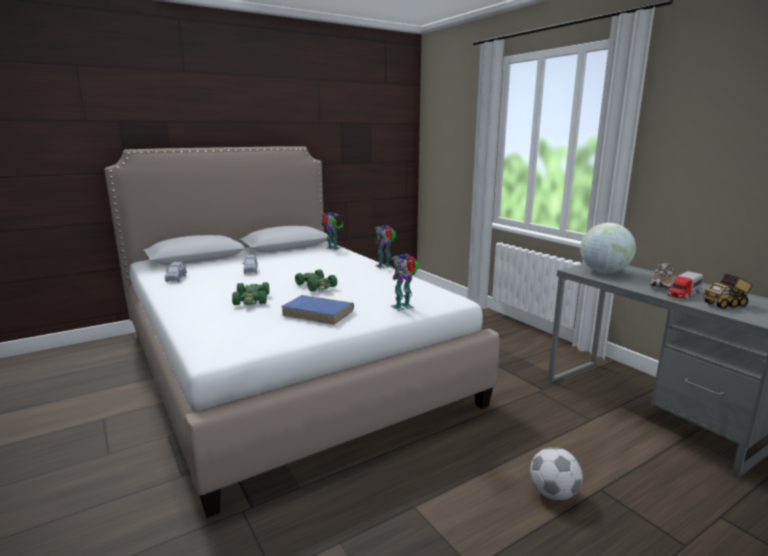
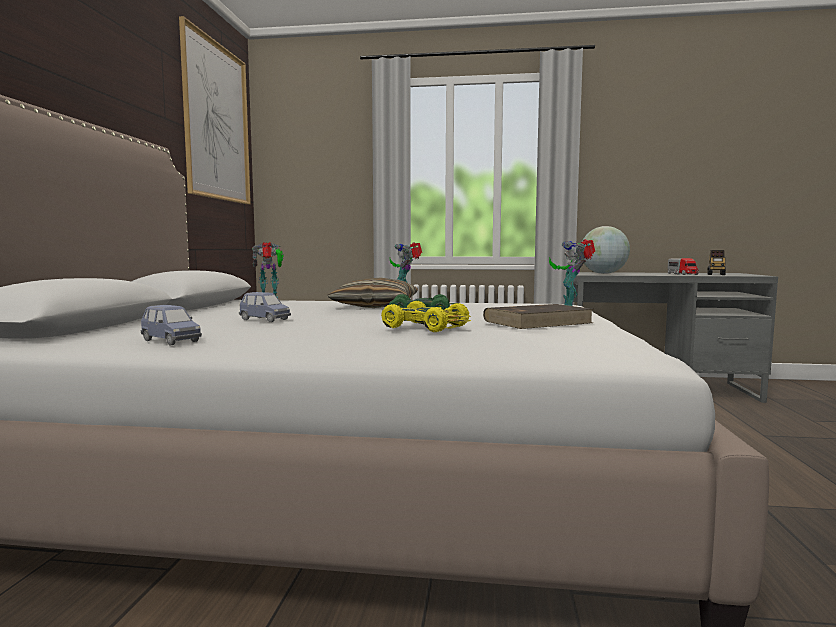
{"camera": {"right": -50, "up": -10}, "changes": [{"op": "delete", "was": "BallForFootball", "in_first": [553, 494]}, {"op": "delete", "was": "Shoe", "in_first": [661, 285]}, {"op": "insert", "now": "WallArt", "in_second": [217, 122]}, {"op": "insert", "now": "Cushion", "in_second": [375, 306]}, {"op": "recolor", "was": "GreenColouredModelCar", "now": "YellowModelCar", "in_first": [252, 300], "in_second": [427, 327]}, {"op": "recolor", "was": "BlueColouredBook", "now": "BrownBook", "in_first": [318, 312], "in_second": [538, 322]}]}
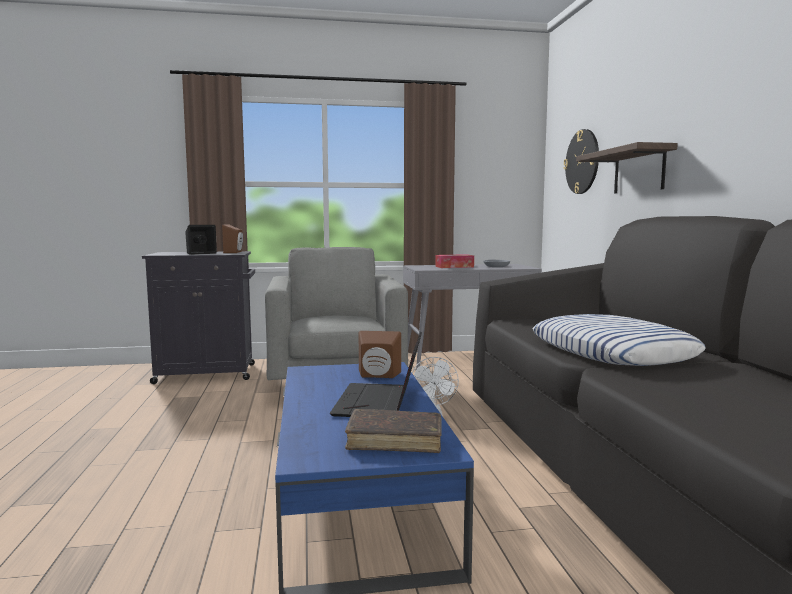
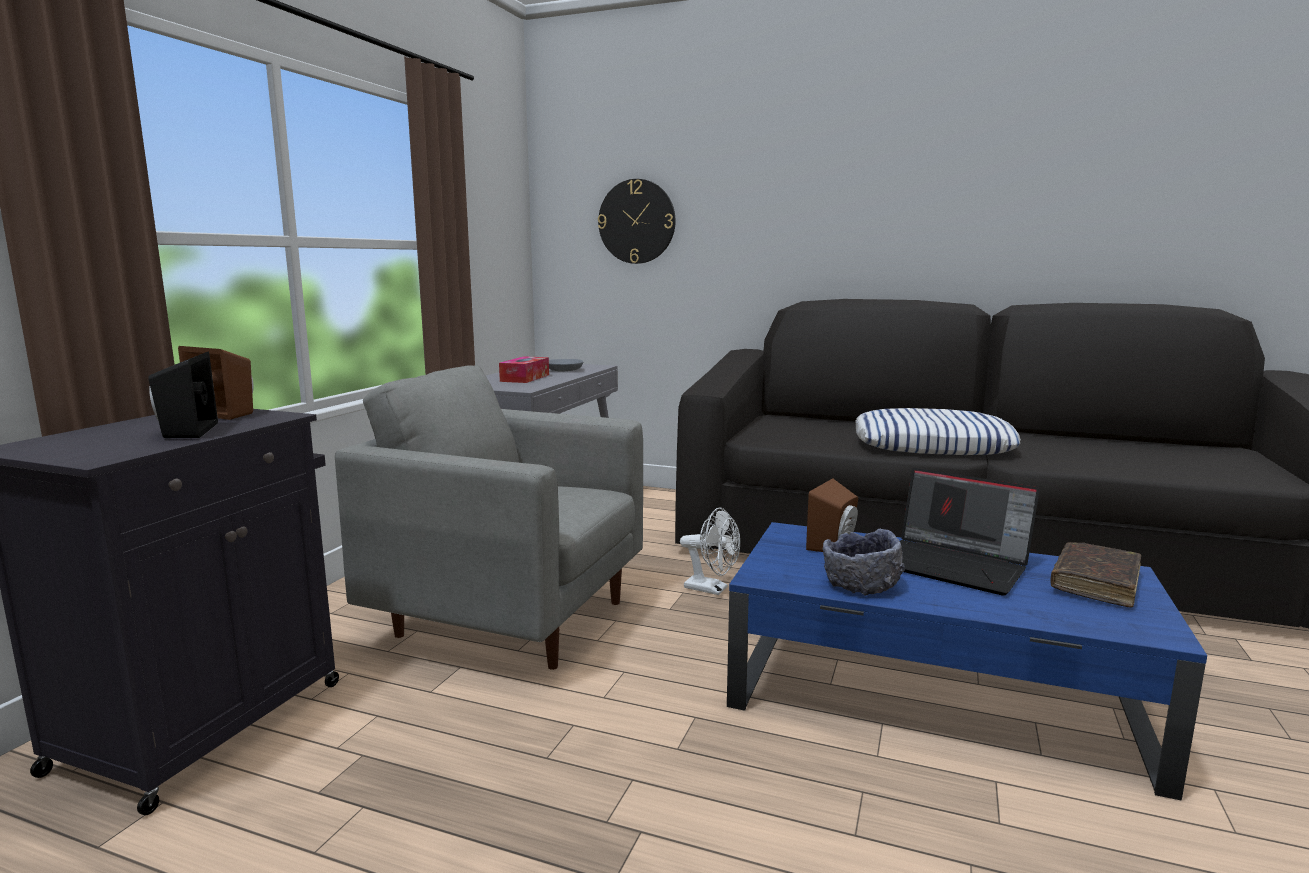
{"camera": {"right": -60, "up": 5}, "changes": [{"op": "delete", "was": "WallShelf", "in_first": [639, 171]}, {"op": "insert", "now": "GreyishDeepDish", "in_second": [861, 585]}]}
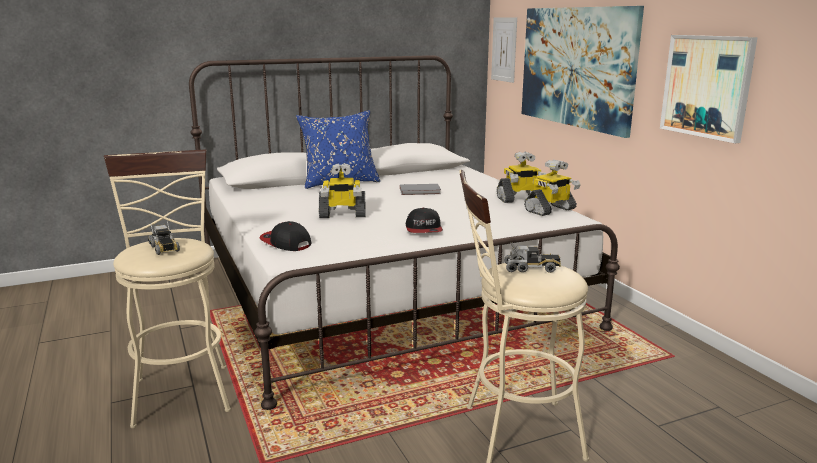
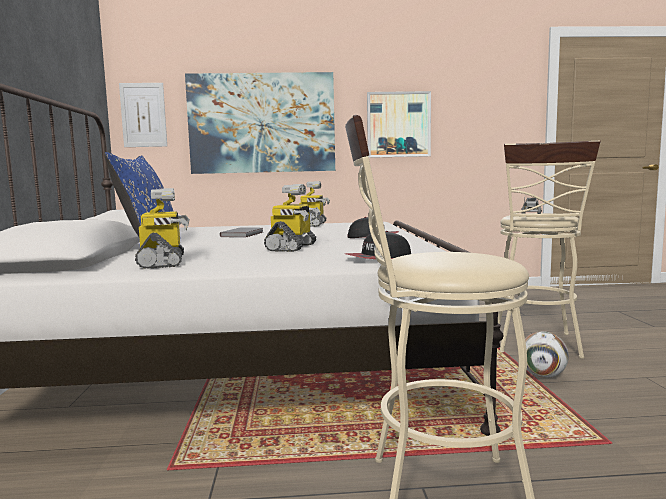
{"camera": {"right": -70, "up": -10}, "changes": [{"op": "delete", "was": "ToyLorry", "in_first": [164, 248]}, {"op": "insert", "now": "BallForFootball", "in_second": [543, 376]}, {"op": "move", "was": "RobotFigure", "in_first": [550, 210], "in_second": [163, 262]}]}
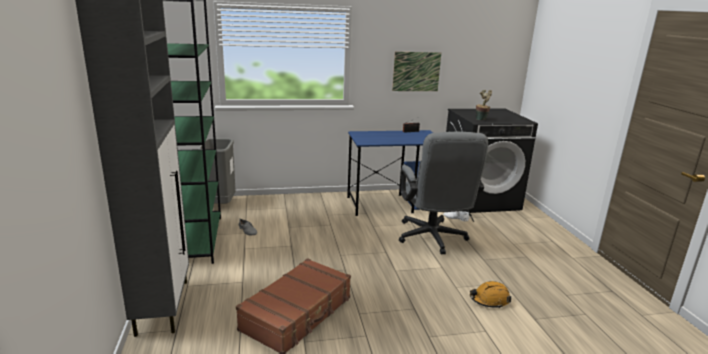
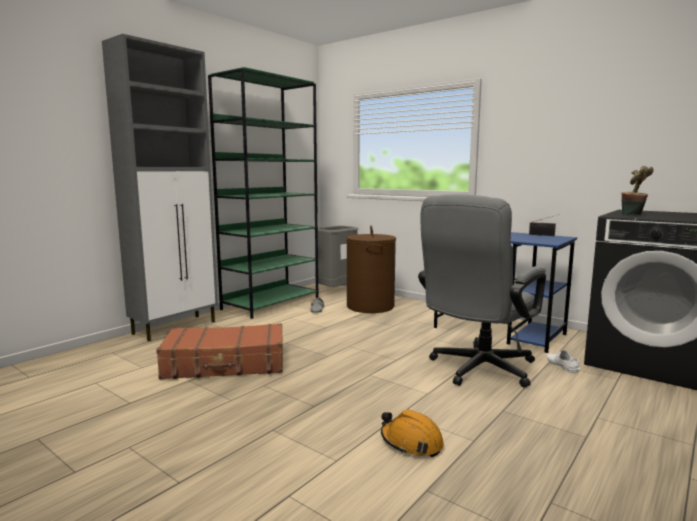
{"camera": {"right": 50, "up": -10}, "changes": [{"op": "delete", "was": "WallArt", "in_first": [416, 71]}, {"op": "insert", "now": "BrownWashingBasket", "in_second": [370, 306]}]}
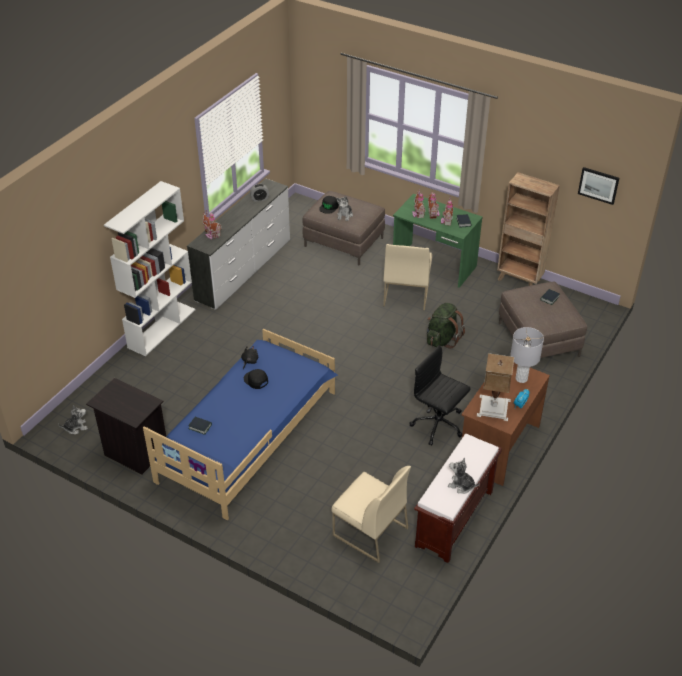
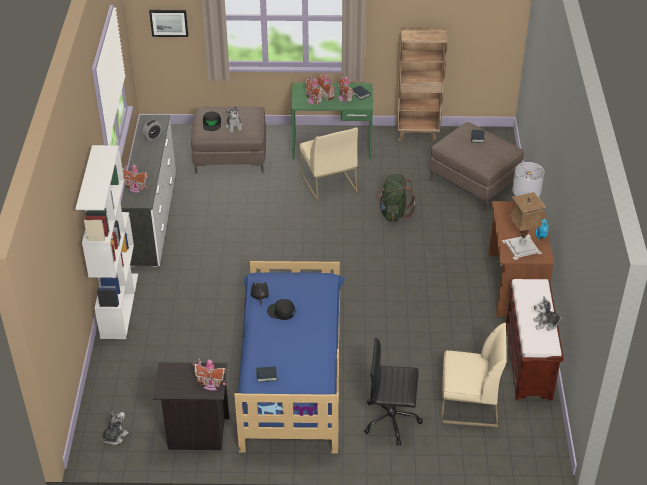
{"camera": {"right": -30, "up": 0}, "changes": [{"op": "insert", "now": "ToyHouse", "in_second": [210, 384]}, {"op": "move", "was": "BlackOfficeChair", "in_first": [438, 425], "in_second": [392, 420]}, {"op": "move", "was": "WallArt", "in_first": [598, 185], "in_second": [169, 22]}]}
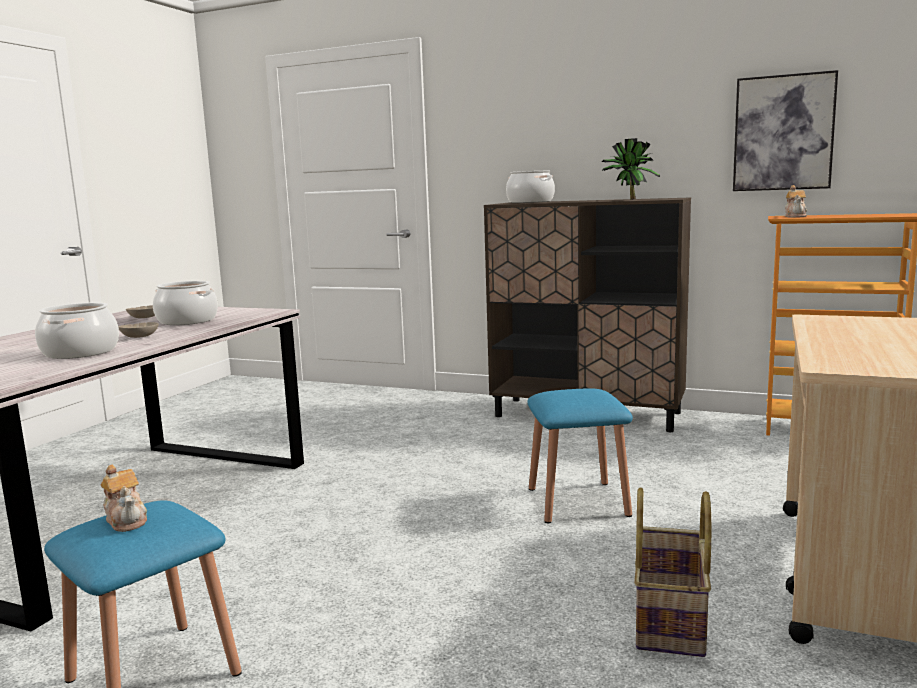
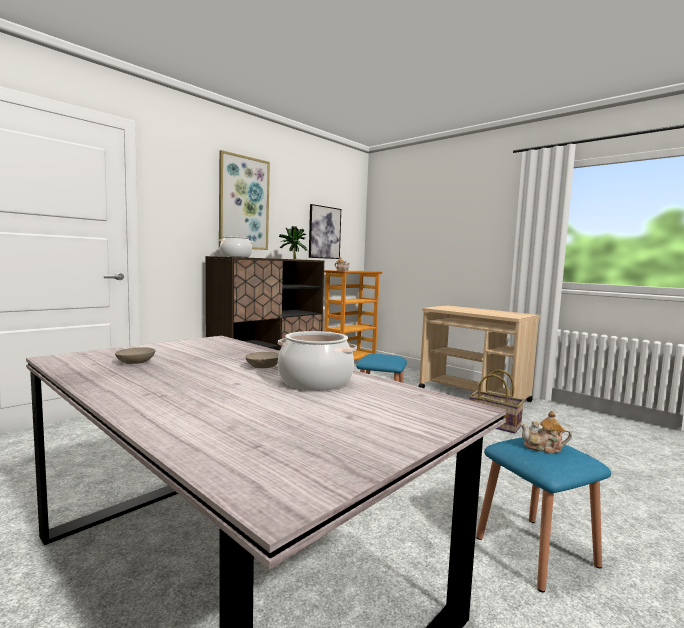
{"camera": {"right": -70, "up": -5}, "changes": [{"op": "delete", "was": "CookingPot", "in_first": [187, 321]}, {"op": "insert", "now": "WallArt", "in_second": [243, 203]}, {"op": "rotate", "was": "Teapot", "in_first": [127, 520], "in_second": [543, 448], "clockwise": -150}]}
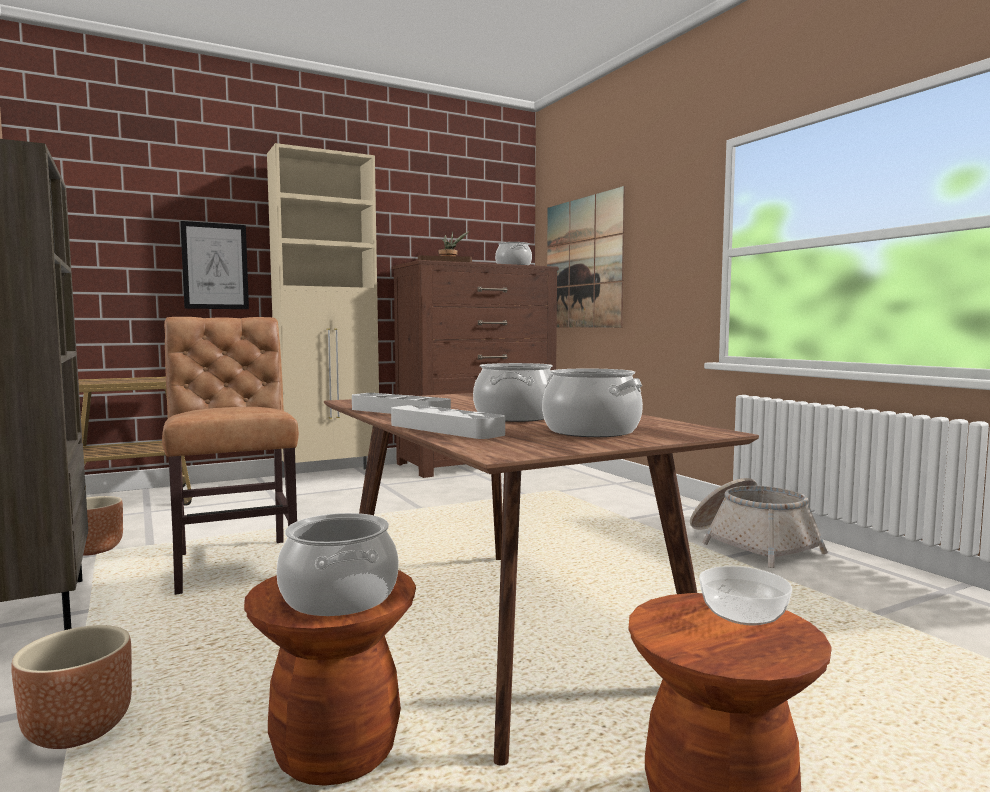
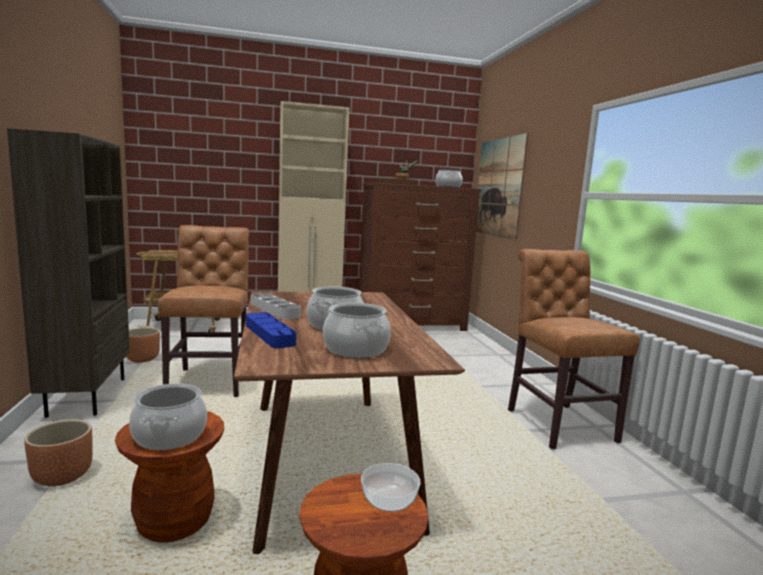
{"camera": {"right": 15, "up": 5}, "changes": [{"op": "delete", "was": "WallArt", "in_first": [215, 266]}, {"op": "replace", "was": "Basket", "now": "BrownChair", "in_first": [750, 544], "in_second": [557, 423]}, {"op": "recolor", "was": "GreyishServingTray", "now": "BlueColouredServingTray", "in_first": [445, 429], "in_second": [269, 334]}]}
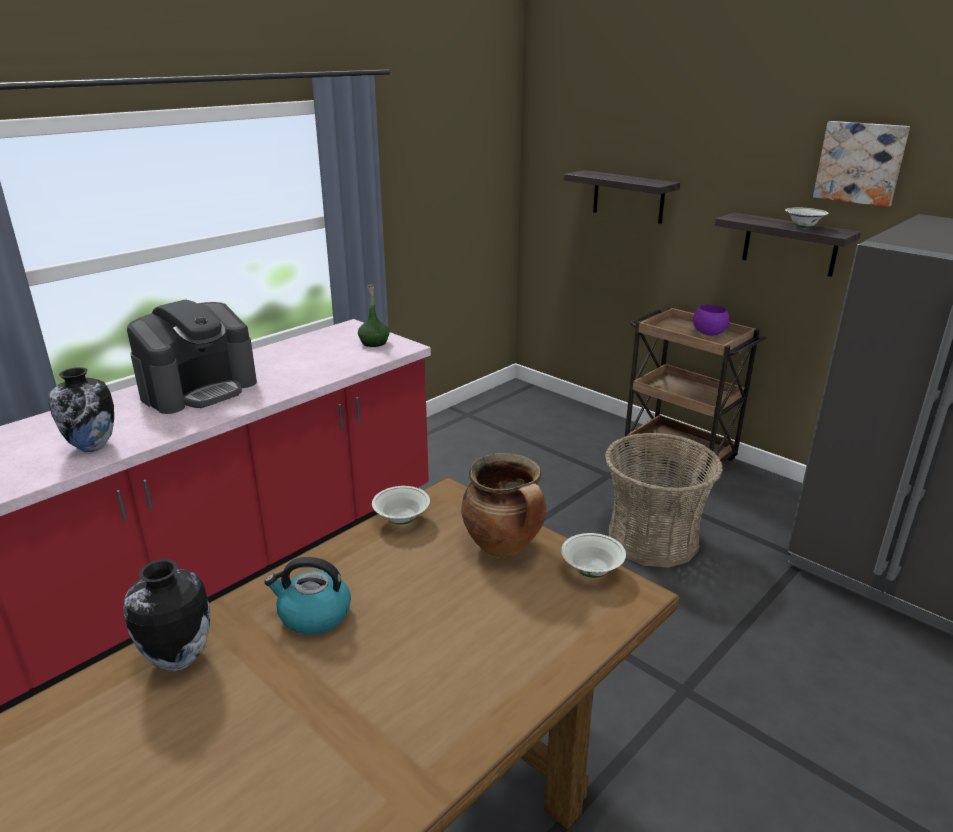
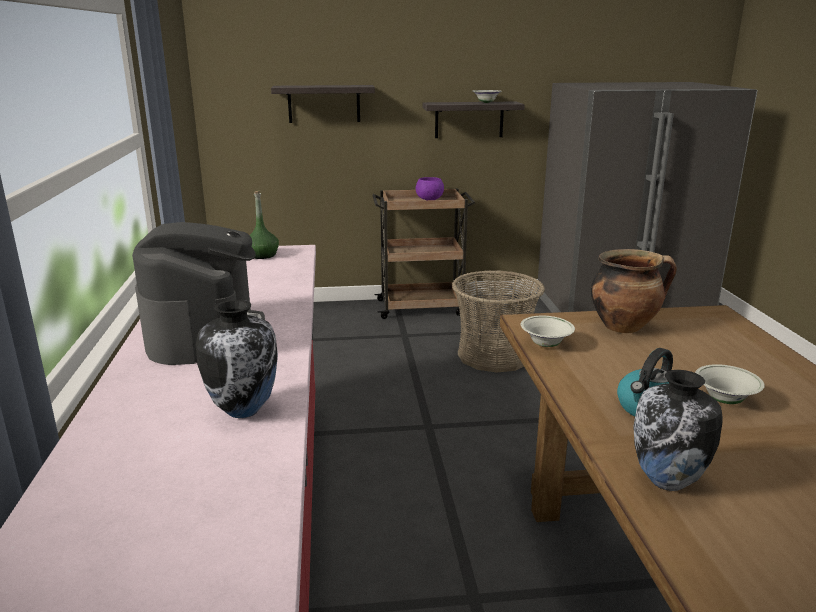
{"camera": {"right": -50, "up": -5}, "changes": [{"op": "delete", "was": "WallArt", "in_first": [860, 163]}, {"op": "move", "was": "WhitishDeepDish", "in_first": [592, 571], "in_second": [725, 400]}]}
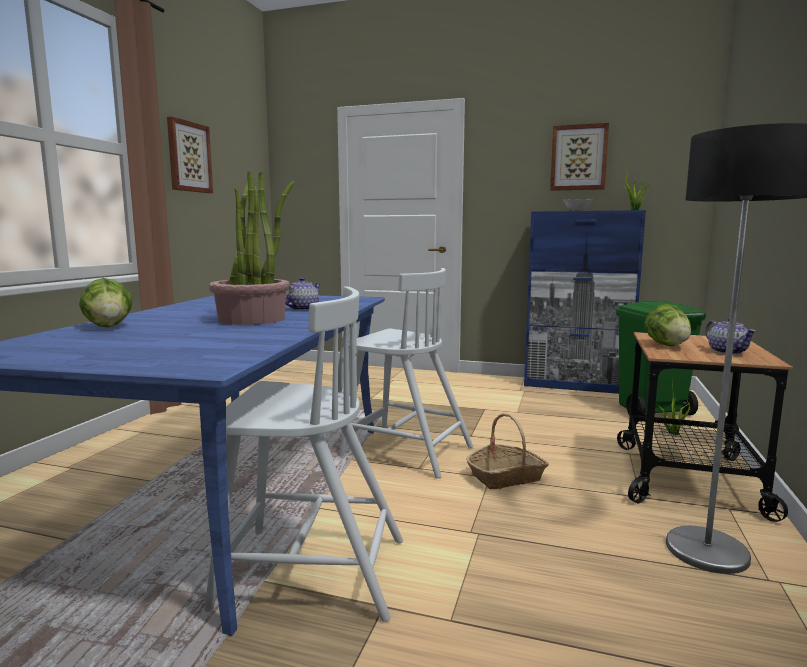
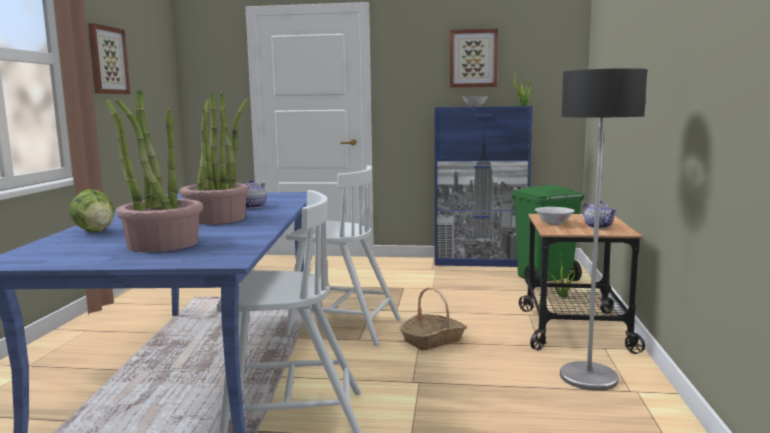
{"camera": {"right": -10, "up": 0}, "changes": [{"op": "insert", "now": "PottedPlant", "in_second": [162, 244]}, {"op": "replace", "was": "LettuceHead", "now": "WhitishDeepDish", "in_first": [667, 345], "in_second": [554, 223]}]}
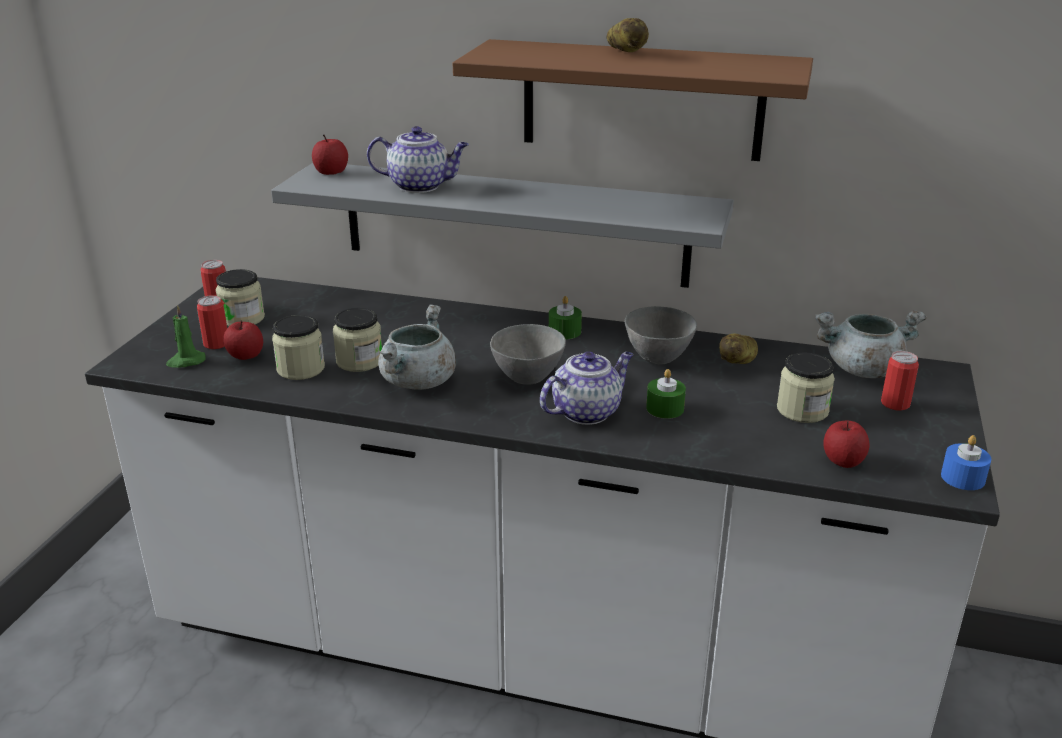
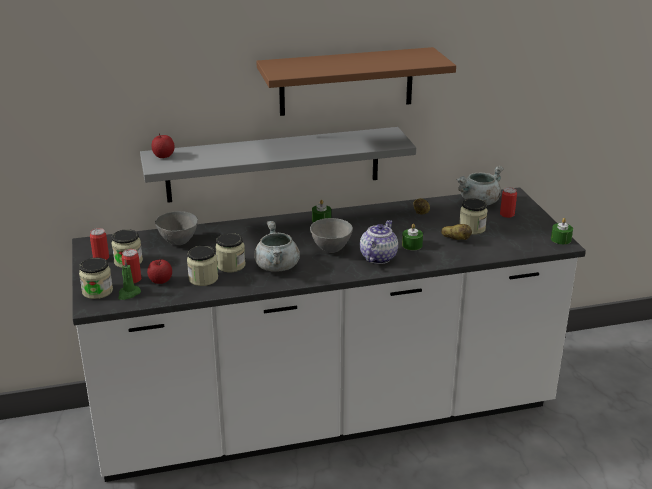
{"camera": {"right": -30, "up": 0}, "changes": [{"op": "delete", "was": "Teapot", "in_first": [421, 186]}, {"op": "delete", "was": "AppleFruit", "in_first": [843, 461]}, {"op": "insert", "now": "Jar", "in_second": [97, 291]}, {"op": "move", "was": "Spud", "in_first": [626, 53], "in_second": [456, 239]}, {"op": "move", "was": "GreyishDeepDish", "in_first": [658, 359], "in_second": [179, 242]}, {"op": "recolor", "was": "BlueColouredWaxLight", "now": "GreenColouredWaxLight", "in_first": [963, 478], "in_second": [561, 239]}]}
